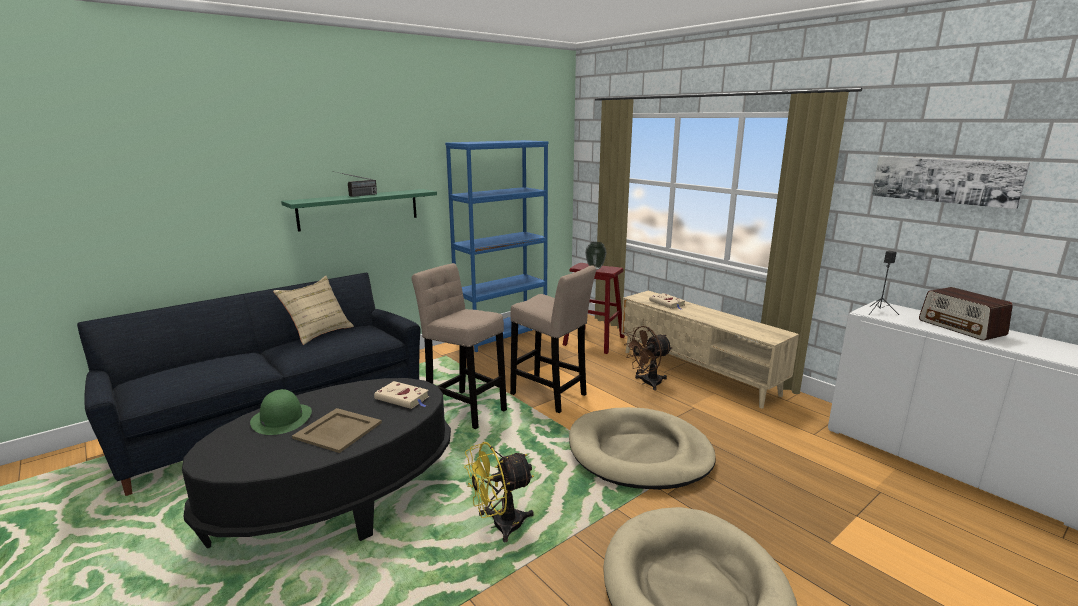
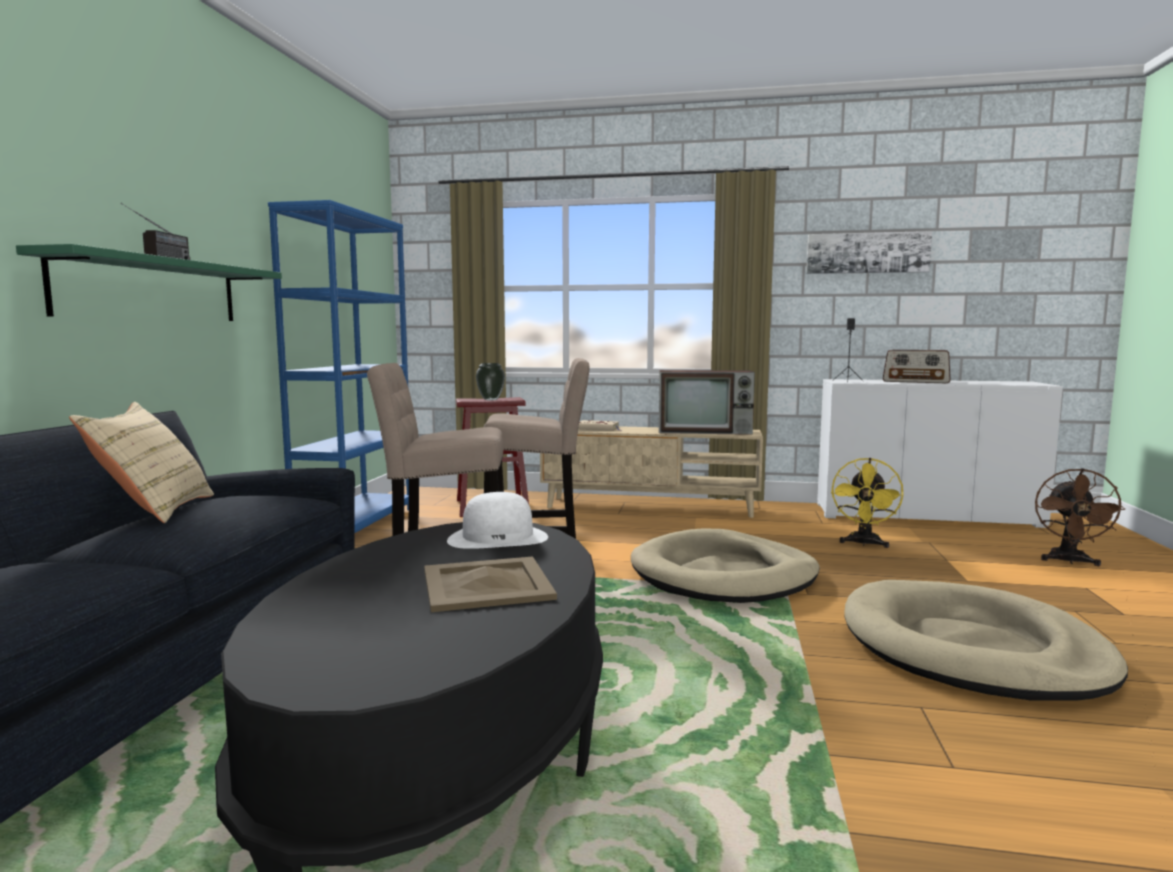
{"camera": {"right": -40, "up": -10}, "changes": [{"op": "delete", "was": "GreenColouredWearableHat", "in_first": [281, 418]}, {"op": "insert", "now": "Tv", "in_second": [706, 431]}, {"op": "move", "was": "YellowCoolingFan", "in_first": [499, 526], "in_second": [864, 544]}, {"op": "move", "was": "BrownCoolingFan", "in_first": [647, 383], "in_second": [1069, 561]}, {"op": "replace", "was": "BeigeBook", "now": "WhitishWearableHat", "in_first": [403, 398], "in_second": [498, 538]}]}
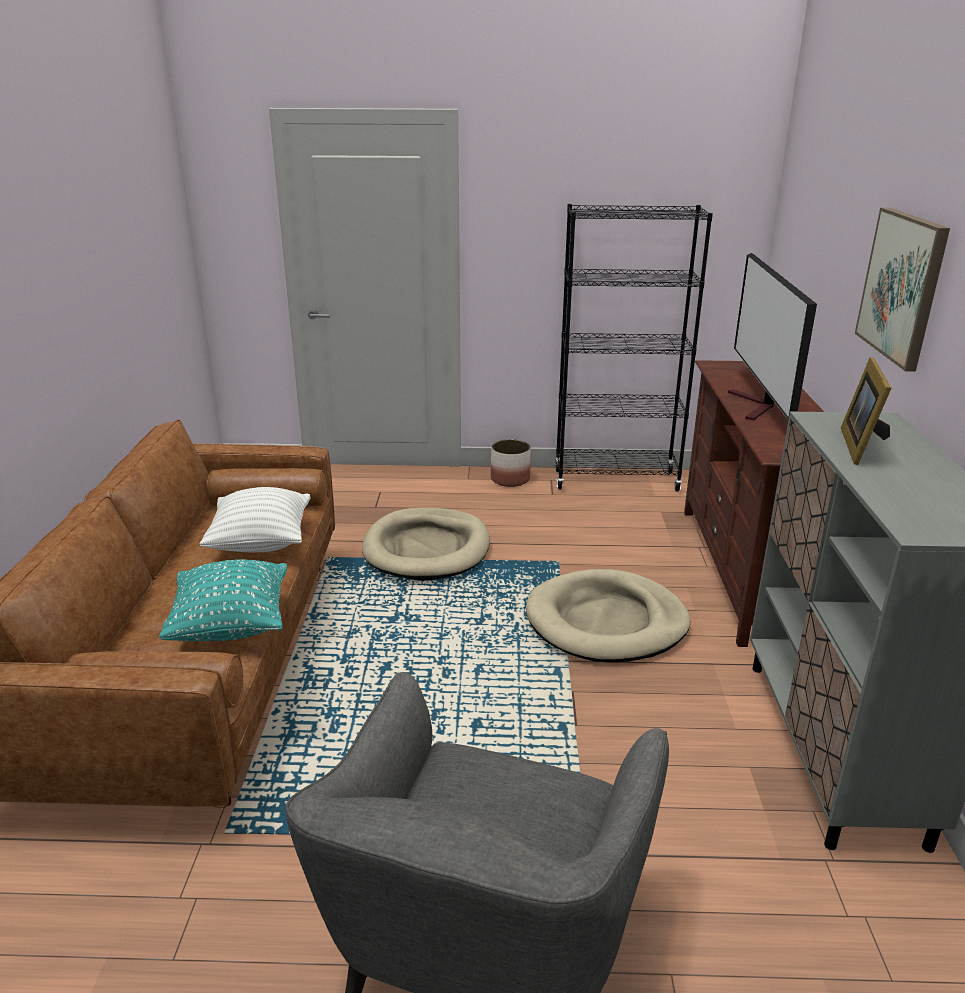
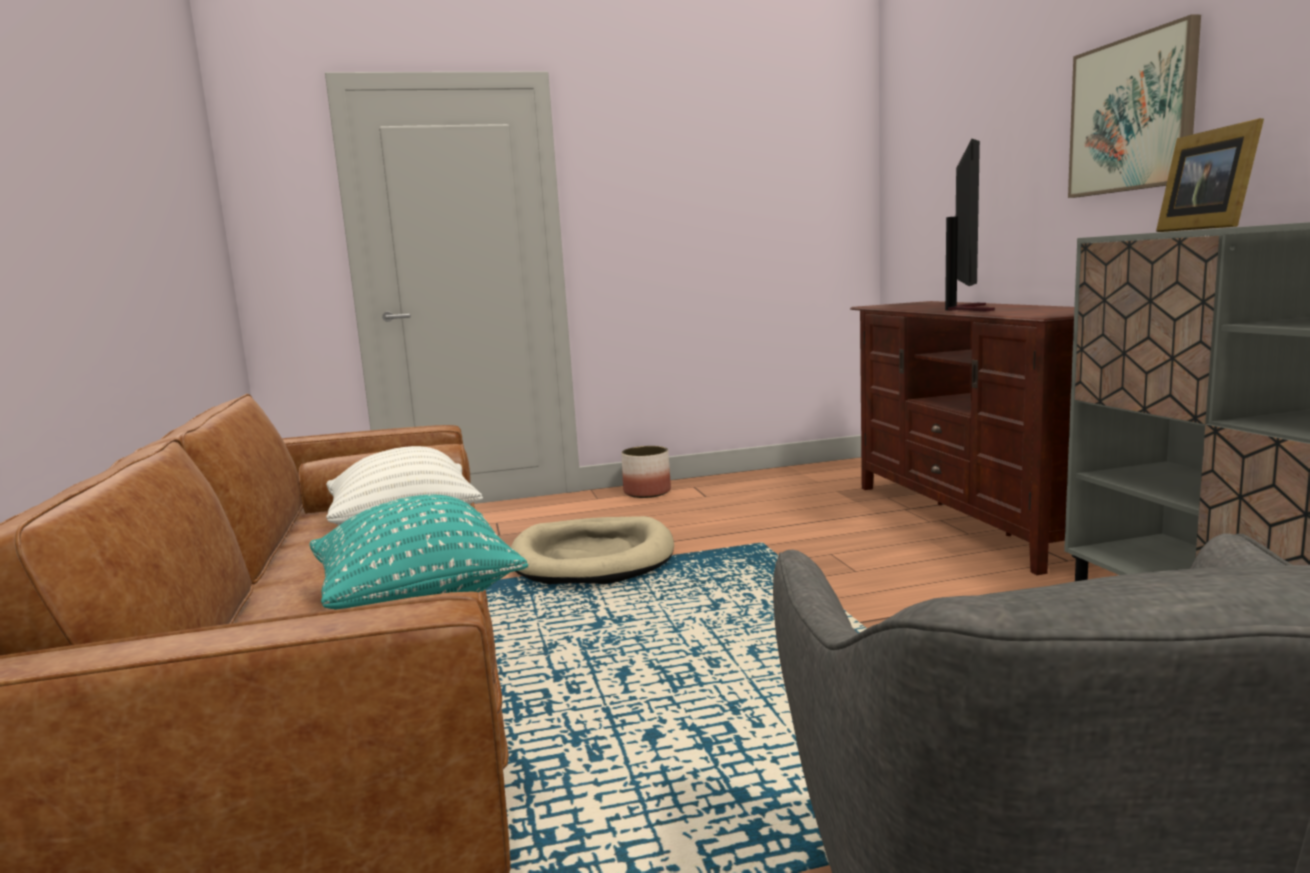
{"camera": {"right": -15, "up": -15}, "changes": [{"op": "delete", "was": "BeigeDogBed", "in_first": [606, 622]}, {"op": "delete", "was": "BlackBookcase", "in_first": [616, 480]}, {"op": "rotate", "was": "Tv", "in_first": [756, 406], "in_second": [965, 309], "clockwise": -150}]}
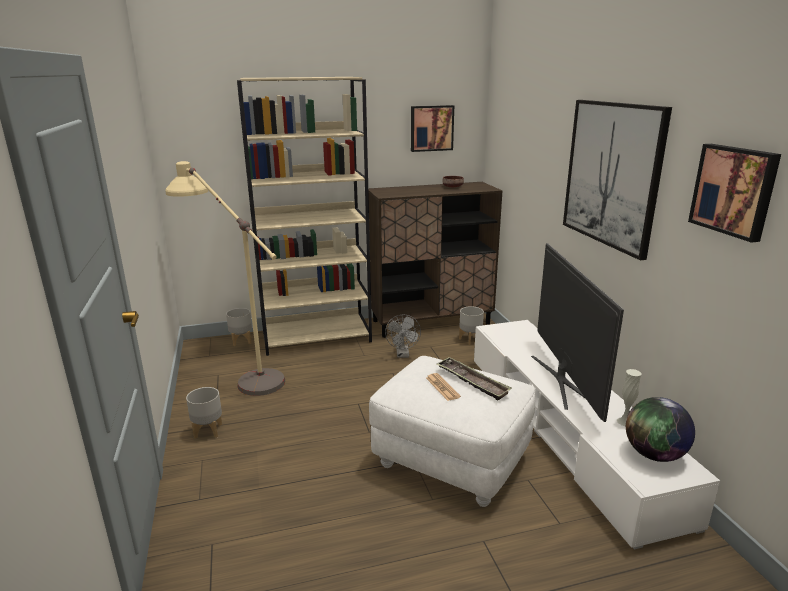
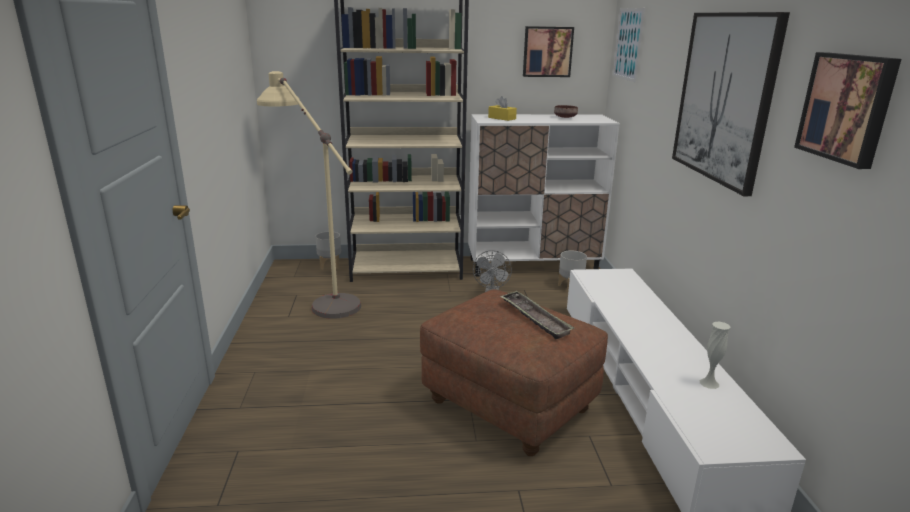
{"camera": {"right": 10, "up": 0}, "changes": [{"op": "delete", "was": "GreyishPlanter", "in_first": [208, 431]}, {"op": "delete", "was": "DailyPaper", "in_first": [442, 387]}, {"op": "delete", "was": "Tv", "in_first": [564, 380]}, {"op": "delete", "was": "Globe", "in_first": [654, 455]}, {"op": "insert", "now": "YellowTissueHolder", "in_second": [502, 118]}, {"op": "insert", "now": "WallArt", "in_second": [628, 44]}, {"op": "recolor", "was": "BrownStorageCabinet", "now": "WhitishStorageCabinet", "in_first": [431, 322], "in_second": [533, 266]}, {"op": "recolor", "was": "WhitishOttoman", "now": "BrownOttoman", "in_first": [451, 461], "in_second": [509, 405]}]}
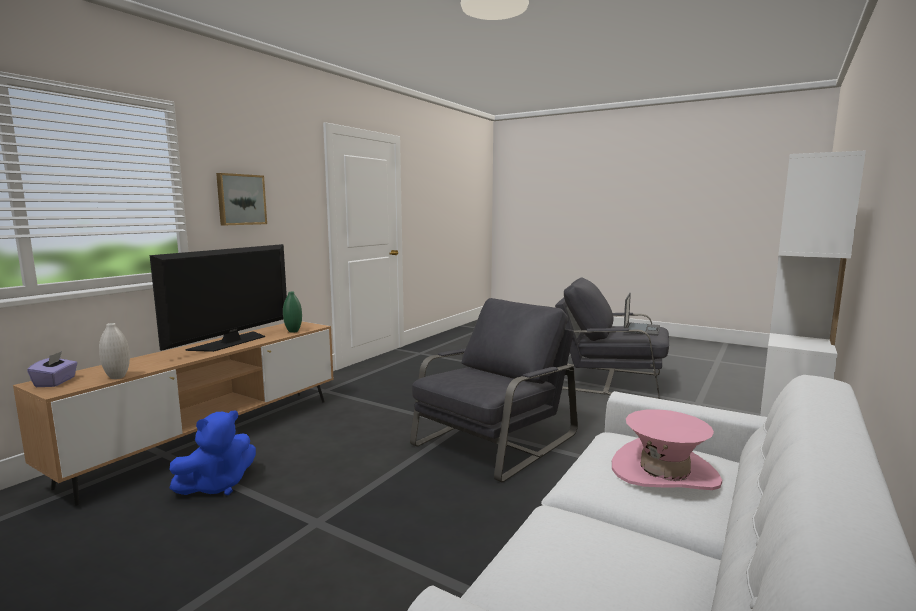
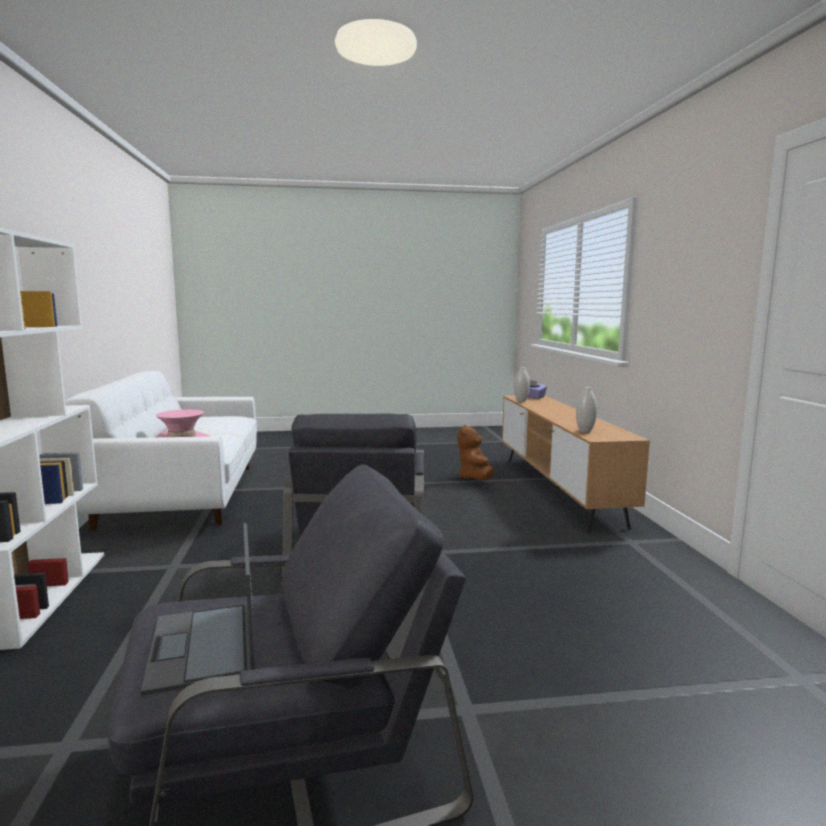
{"camera": {"right": 140, "up": 0}, "changes": [{"op": "delete", "was": "Tv", "in_first": [231, 342]}, {"op": "delete", "was": "WallArt", "in_first": [241, 199]}, {"op": "recolor", "was": "BlueColouredCuddlyToy", "now": "BrownCuddlyToy", "in_first": [217, 486], "in_second": [475, 479]}, {"op": "recolor", "was": "GreenColouredVase", "now": "WhitishVase", "in_first": [293, 331], "in_second": [585, 431]}]}
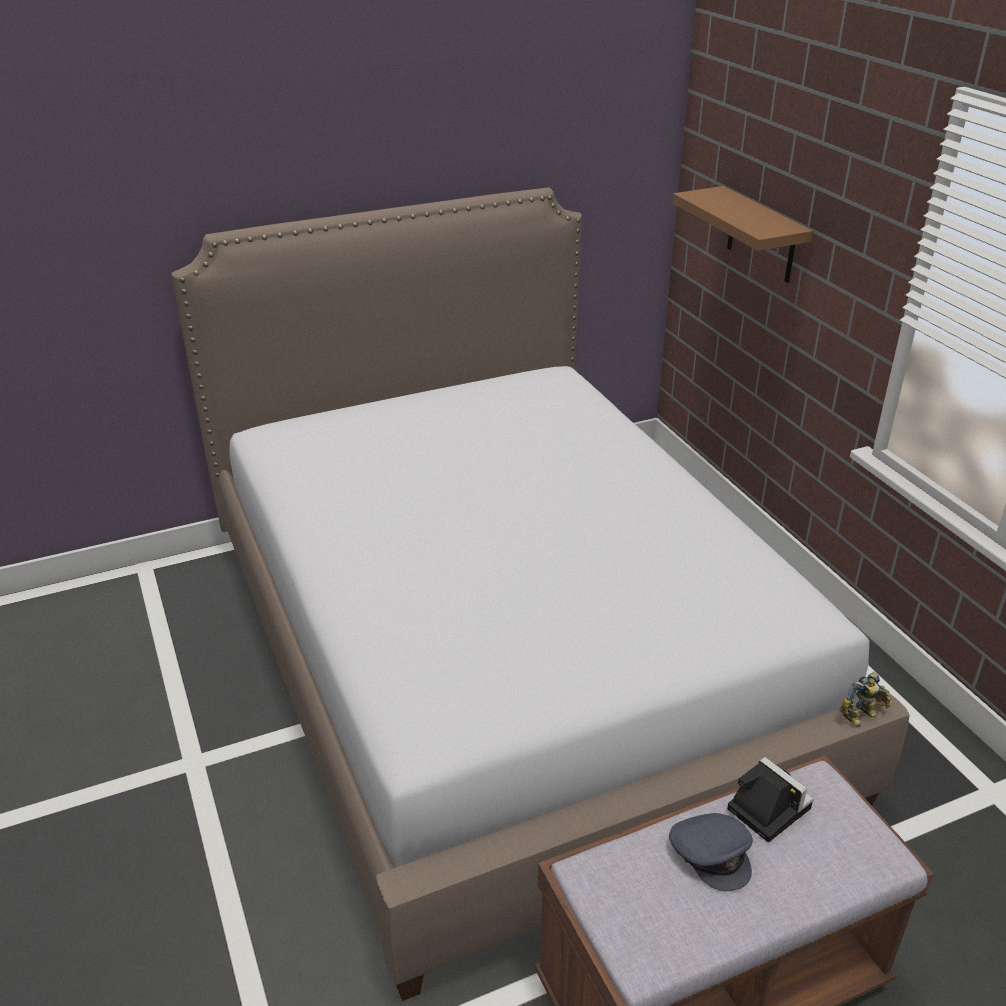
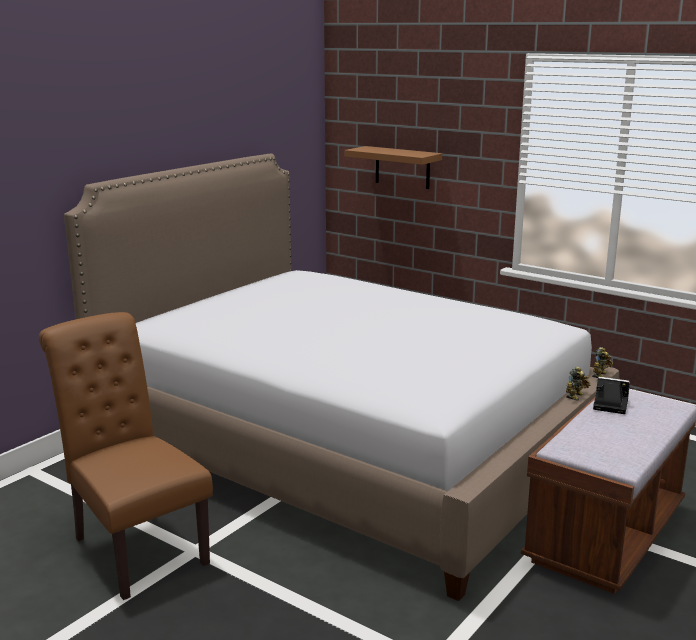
{"camera": {"right": -30, "up": -15}, "changes": [{"op": "delete", "was": "GreyishPeakedCap", "in_first": [711, 854]}, {"op": "insert", "now": "BrownChair", "in_second": [135, 547]}, {"op": "insert", "now": "RobotFigure", "in_second": [576, 396]}]}
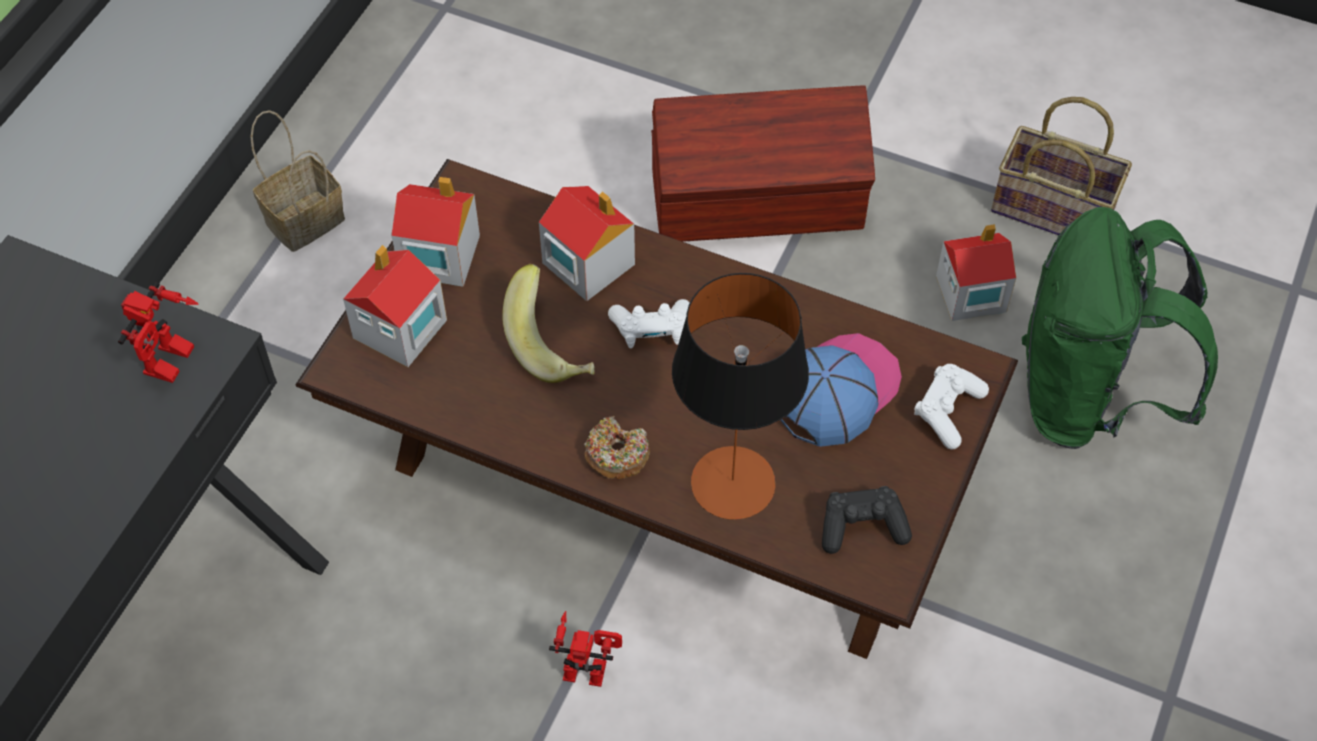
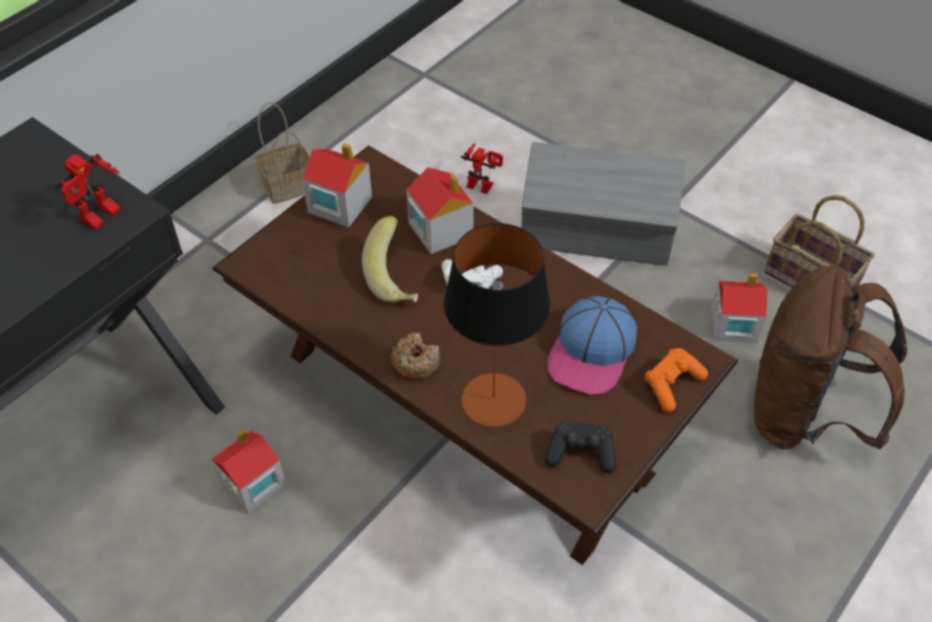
{"camera": {"right": 15, "up": -5}, "changes": [{"op": "move", "was": "ToyHouse", "in_first": [399, 330], "in_second": [252, 484]}, {"op": "move", "was": "RobotFigure", "in_first": [589, 666], "in_second": [482, 184]}, {"op": "recolor", "was": "BrownStorageBin", "now": "GreyishStorageBin", "in_first": [759, 202], "in_second": [597, 234]}, {"op": "recolor", "was": "WhitishJoypad", "now": "OrangeyJoypad", "in_first": [947, 411], "in_second": [672, 385]}, {"op": "recolor", "was": "GreenColouredKnapsack", "now": "BrownKnapsack", "in_first": [1088, 398], "in_second": [803, 416]}, {"op": "rotate", "was": "PeakedCap", "in_first": [836, 391], "in_second": [592, 352], "clockwise": 150}]}
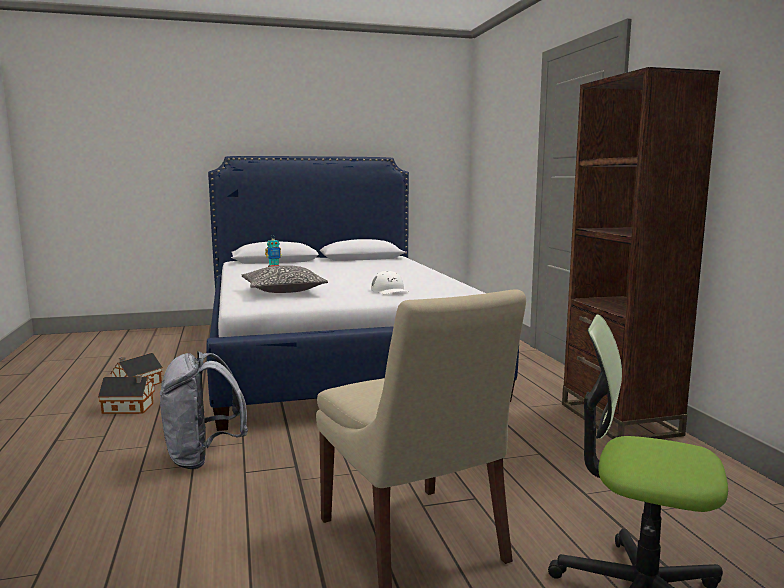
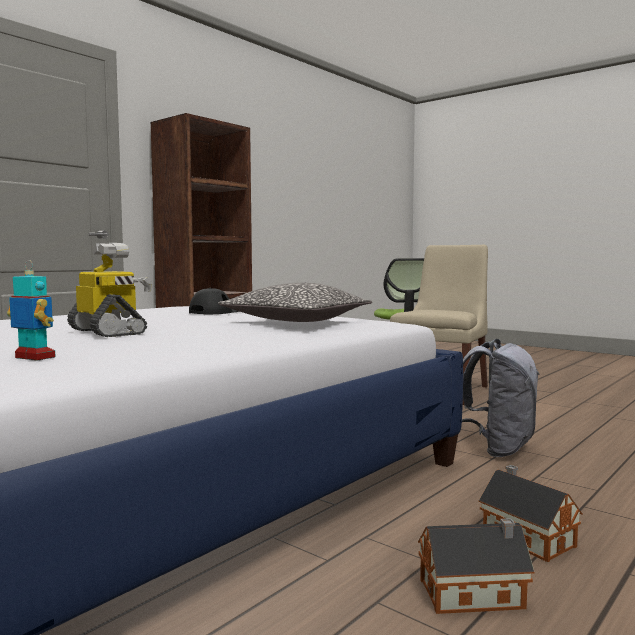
{"camera": {"right": -125, "up": -5}, "changes": [{"op": "insert", "now": "RobotFigure", "in_second": [109, 332]}, {"op": "recolor", "was": "WhitishPeakedCap", "now": "BlackPeakedCap", "in_first": [390, 290], "in_second": [216, 312]}]}
